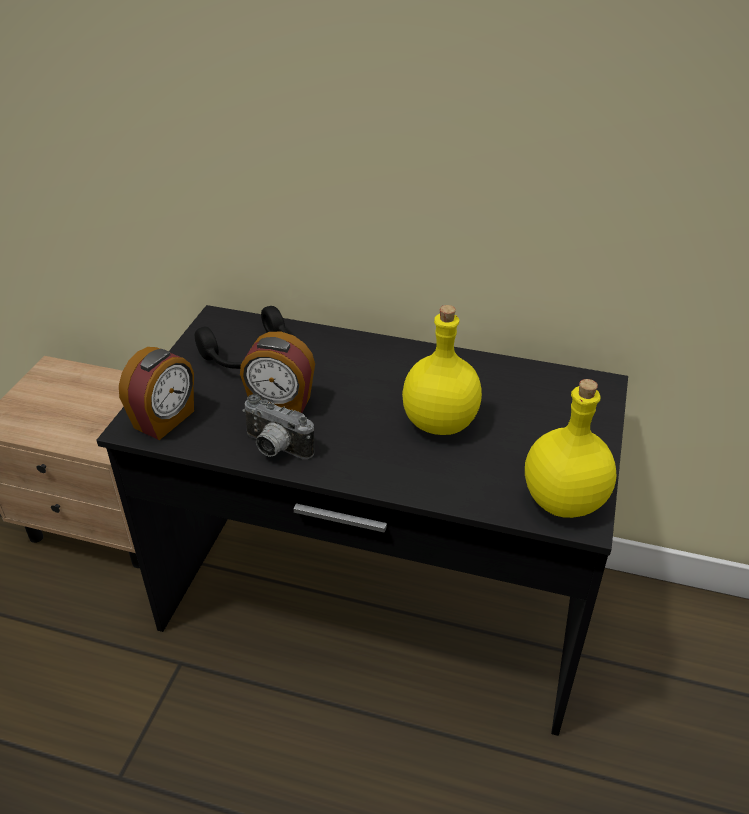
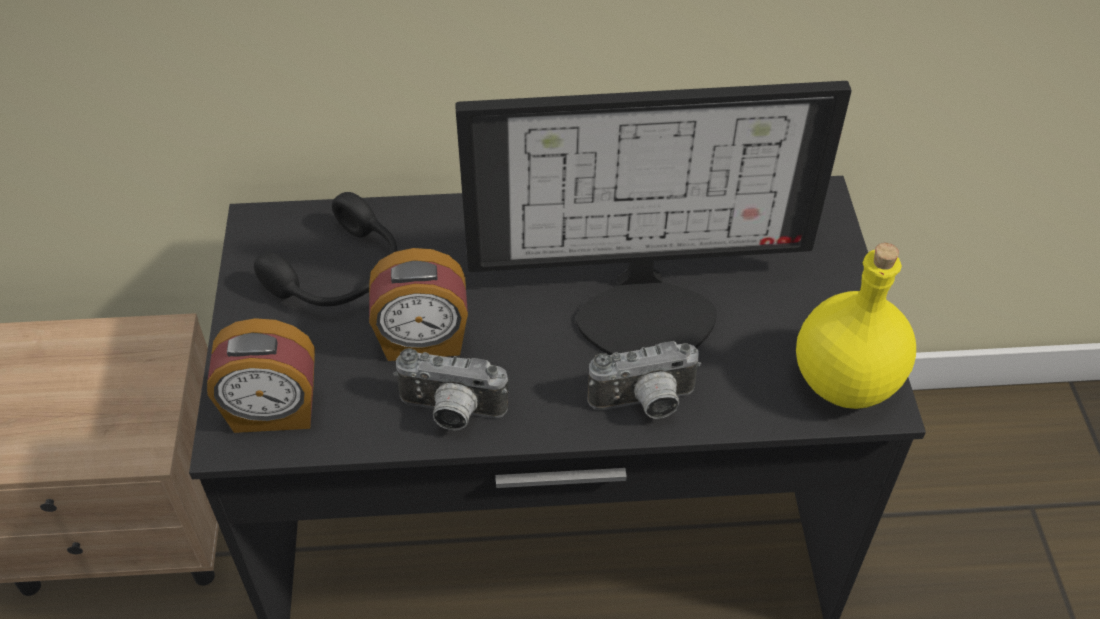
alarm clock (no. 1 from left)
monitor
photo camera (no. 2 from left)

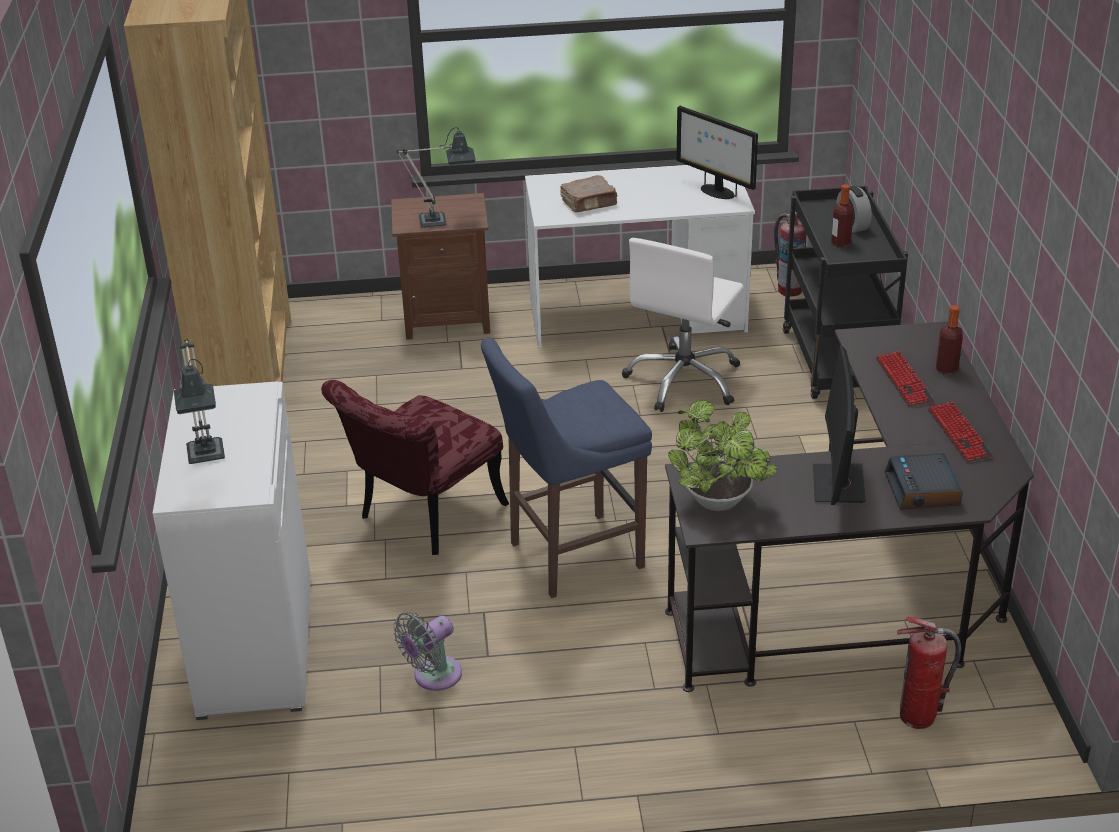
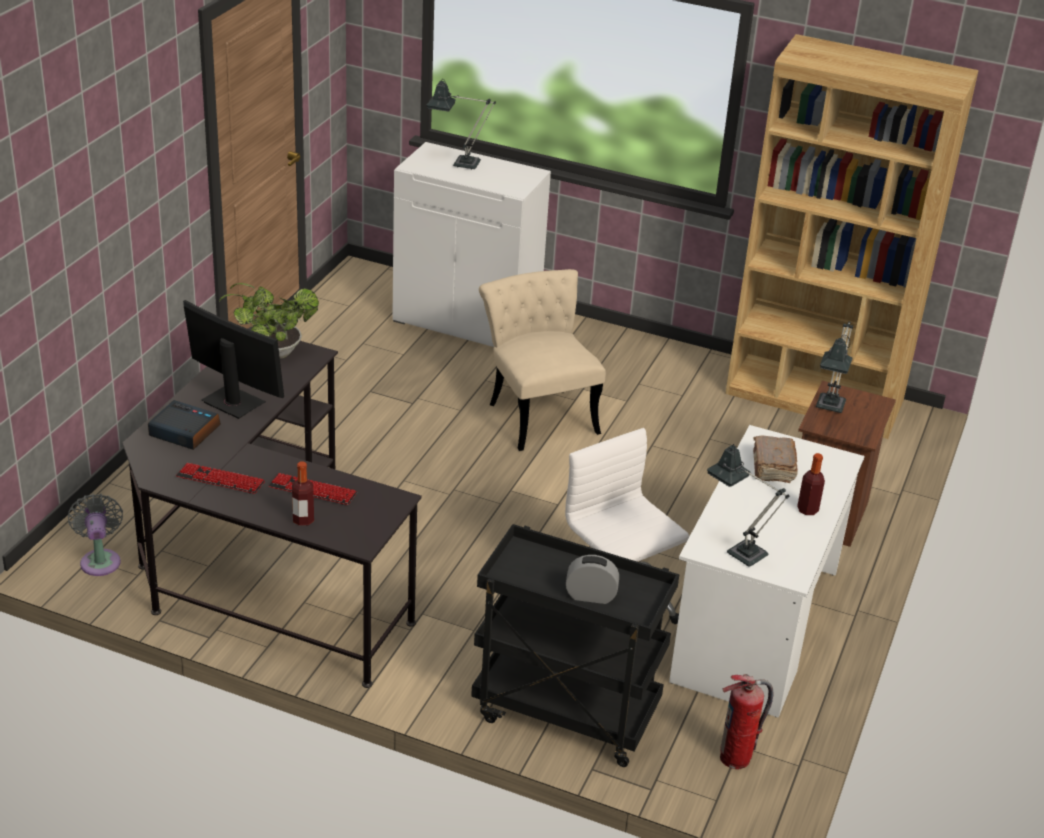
beige chair
grey fan
blue stool
table lamp (no. 2 from left)
bottle (no. 2 from left)
fire extinguisher (no. 2 from left in the first image)

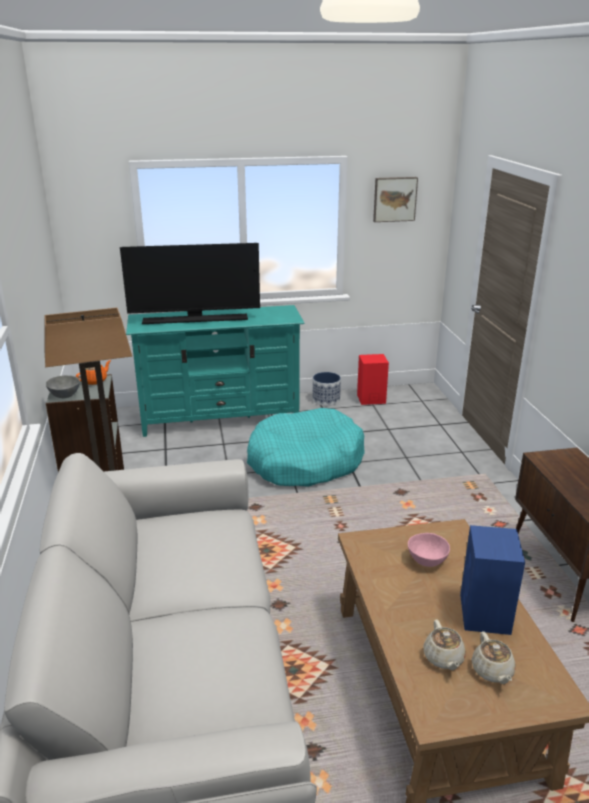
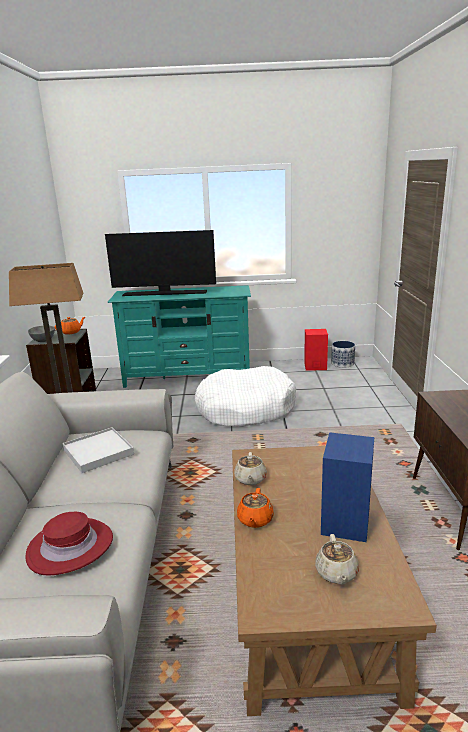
white dog bed
planter
picture
pink bowl
beige teapot (no. 1 from left)
red hat
white tray
orange teapot (no. 2 from left)

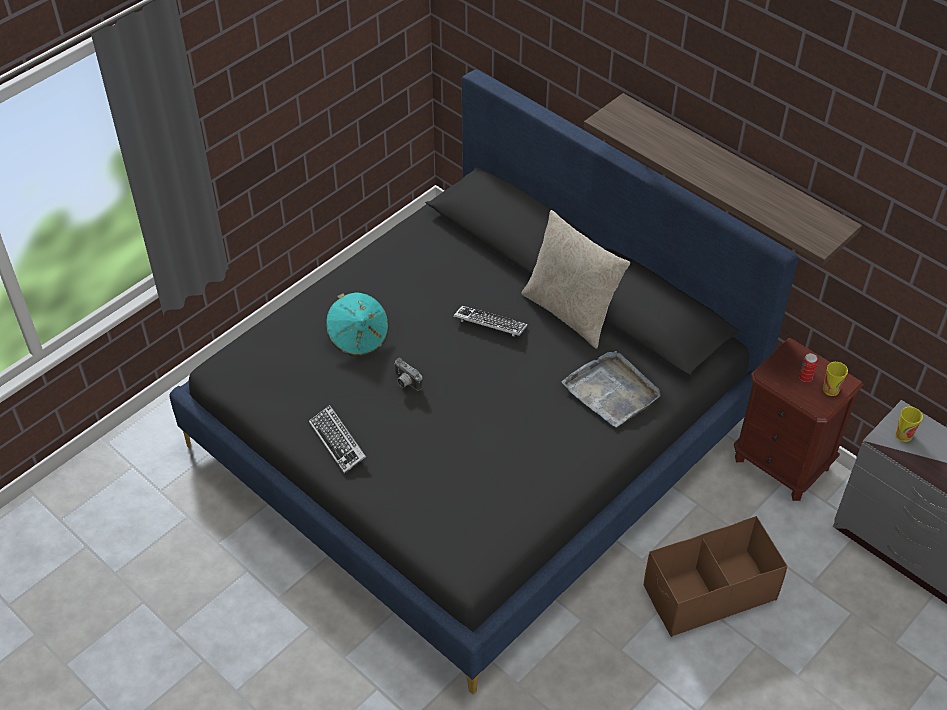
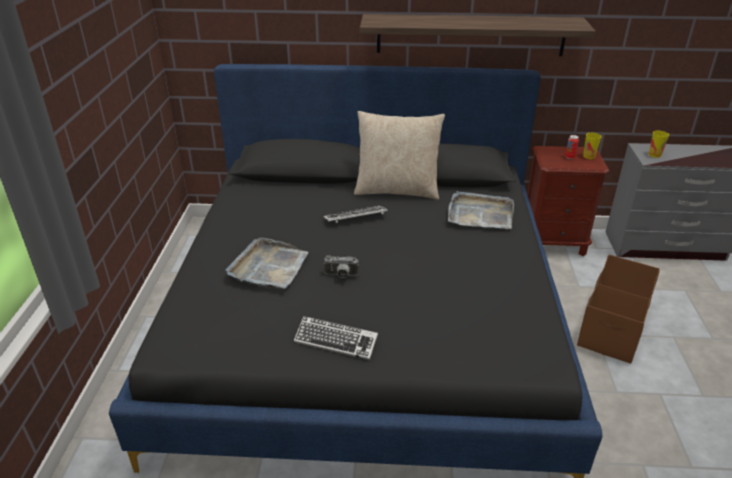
grey tray (no. 1 from left)

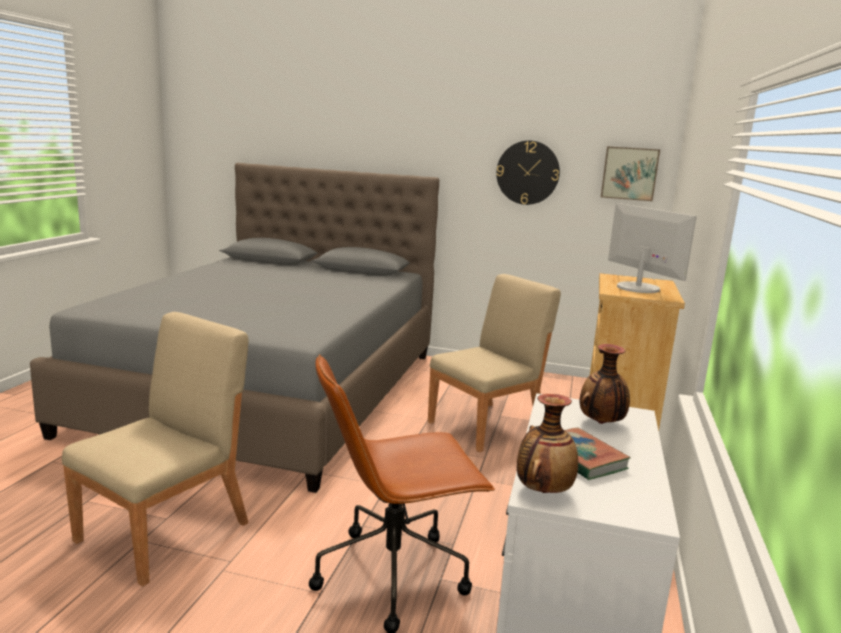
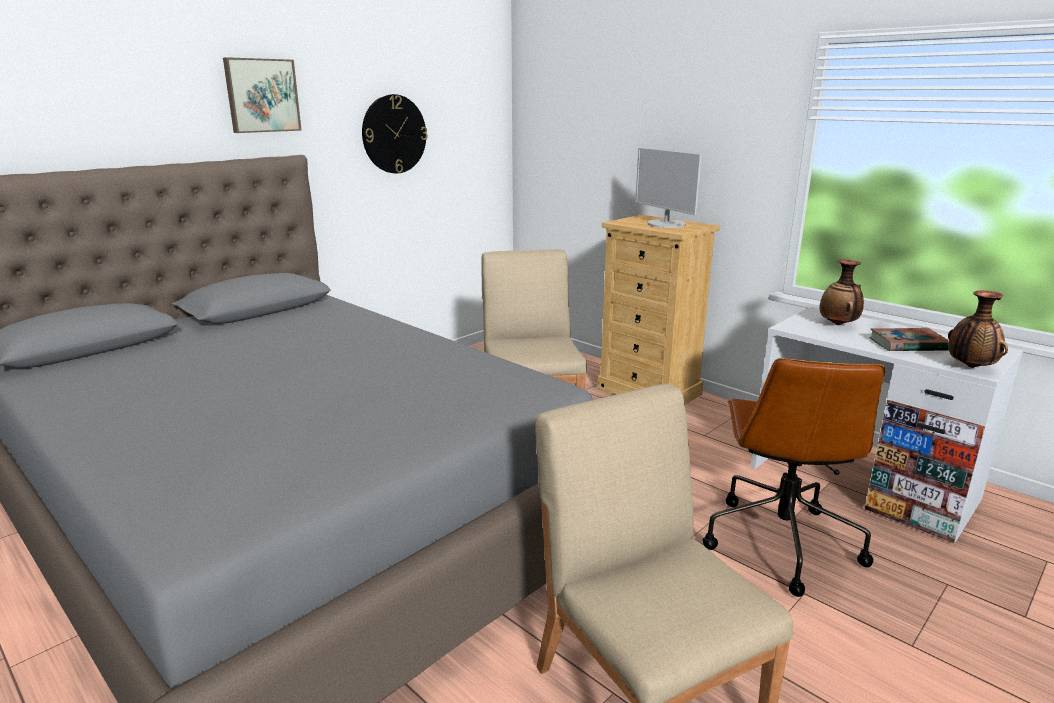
picture
monitor

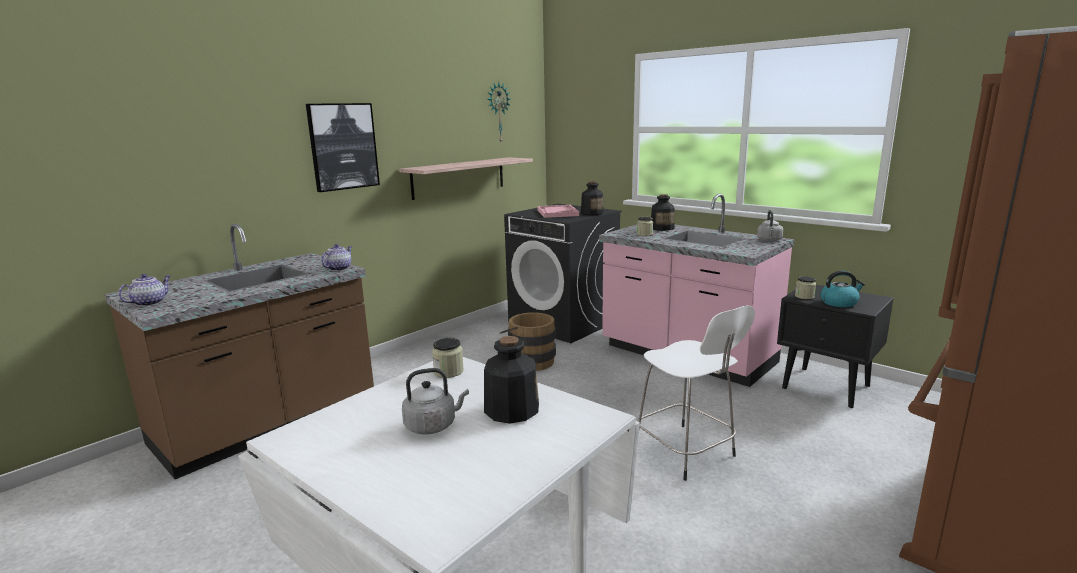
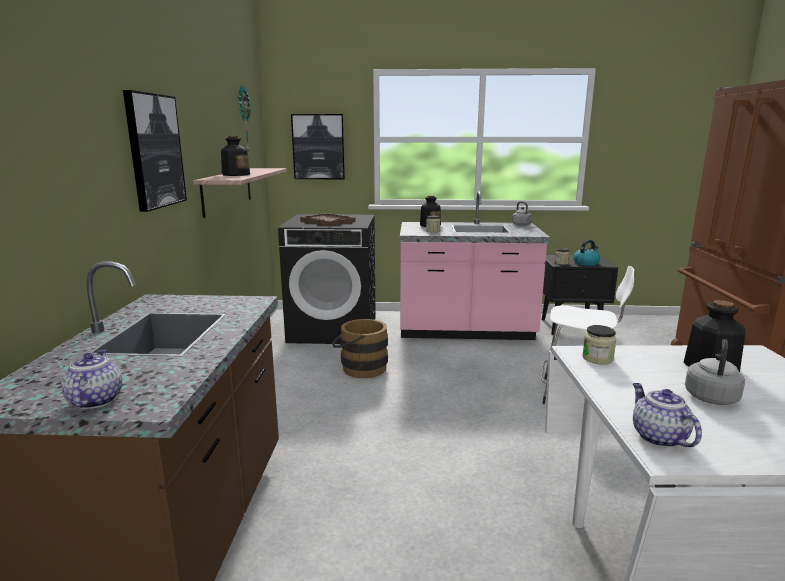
teapot (no. 2 from left)
brown tray
bottle (no. 1 from left)
picture (no. 2 from left)

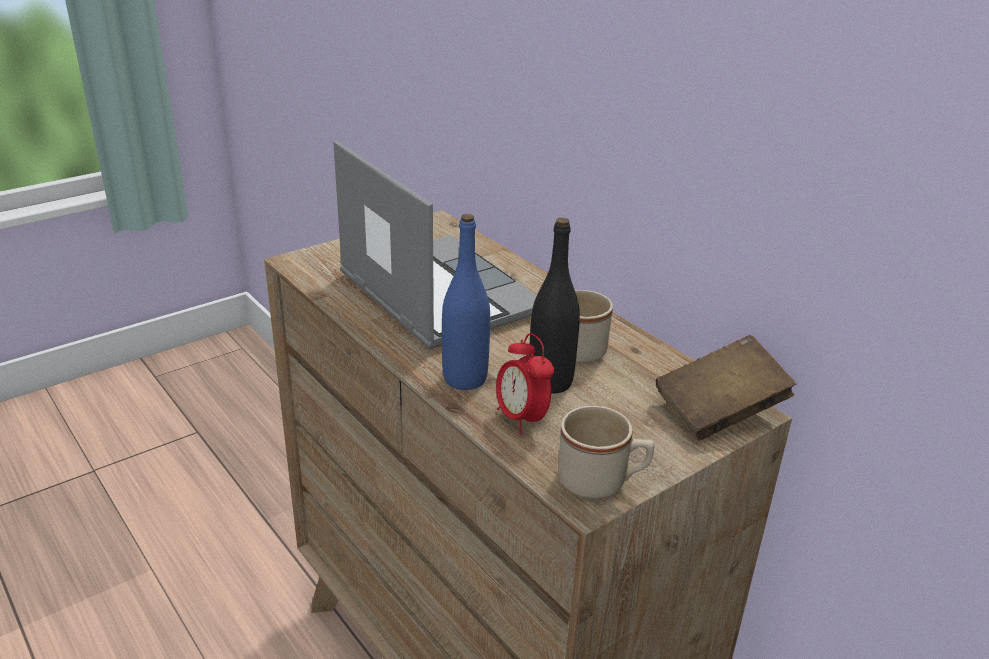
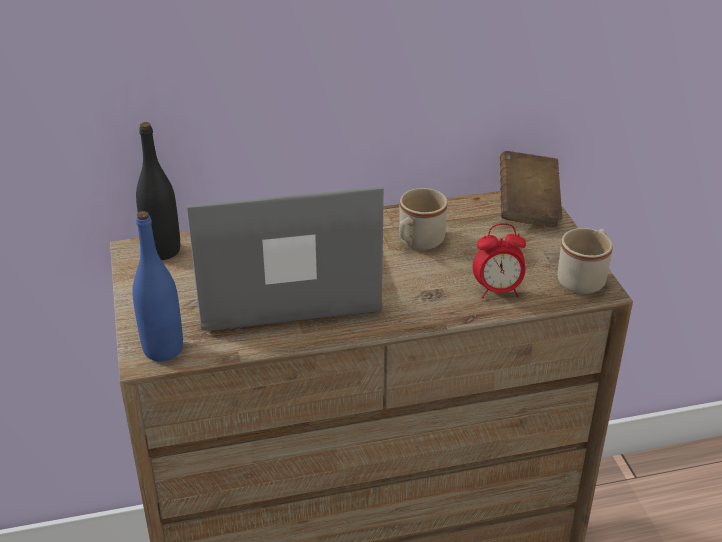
blue bottle
black bottle

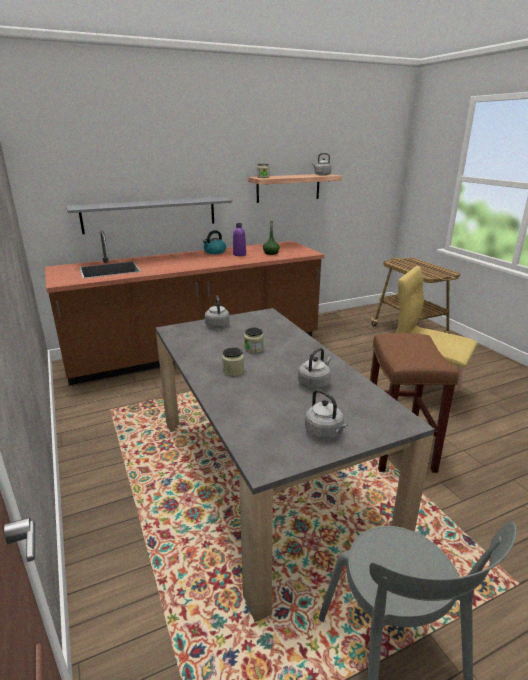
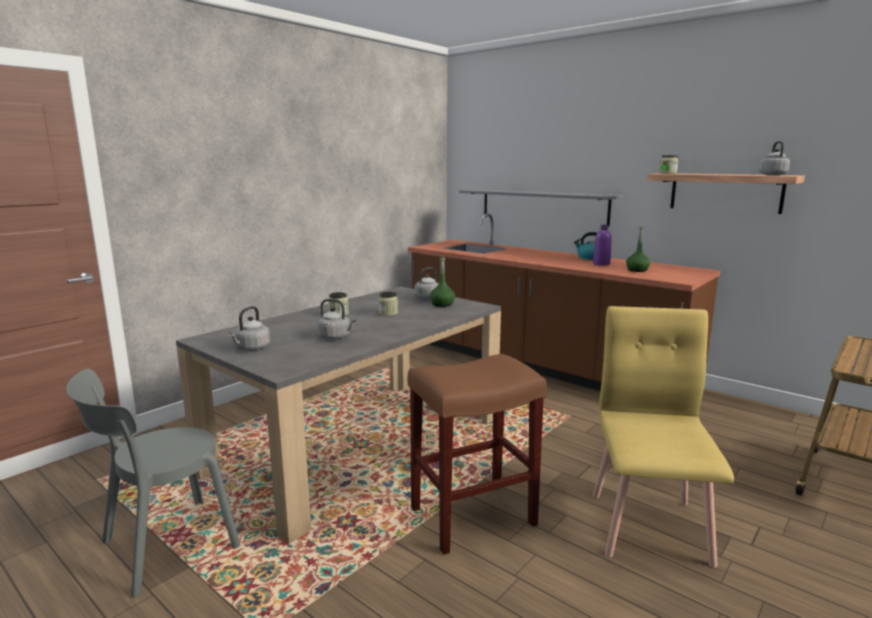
green bottle (no. 1 from left)

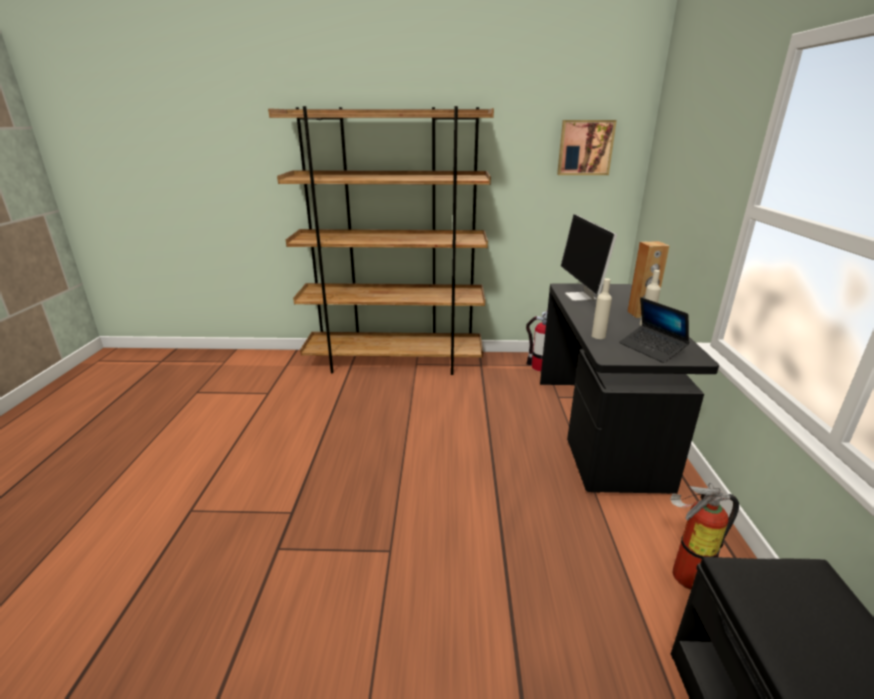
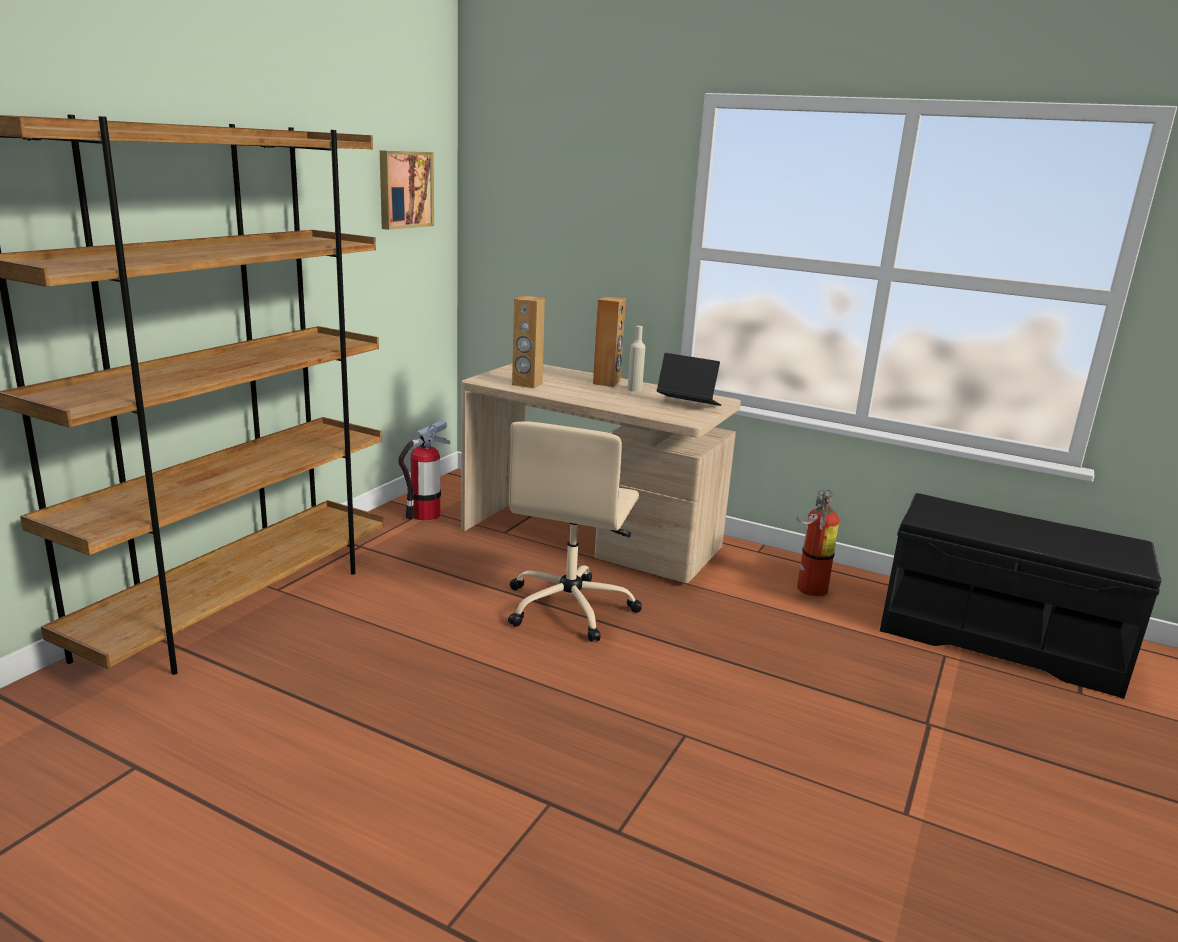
beige desk
brown speaker (no. 1 from left)
beige bottle (no. 1 from left in the first image)
laptop
beige office chair

